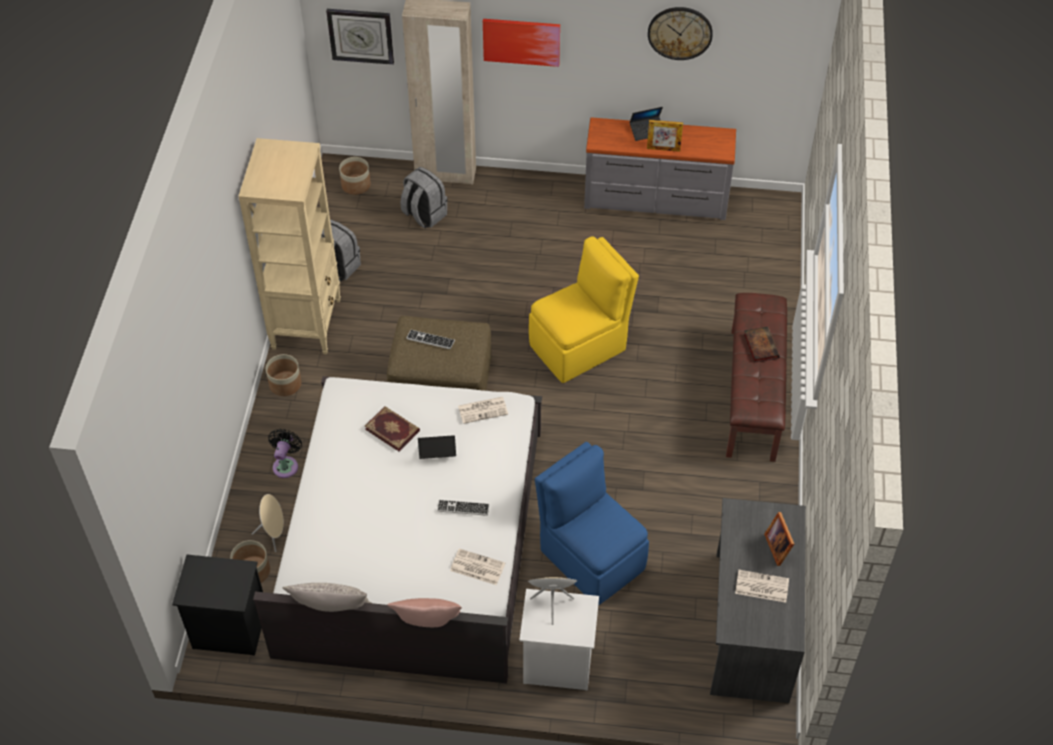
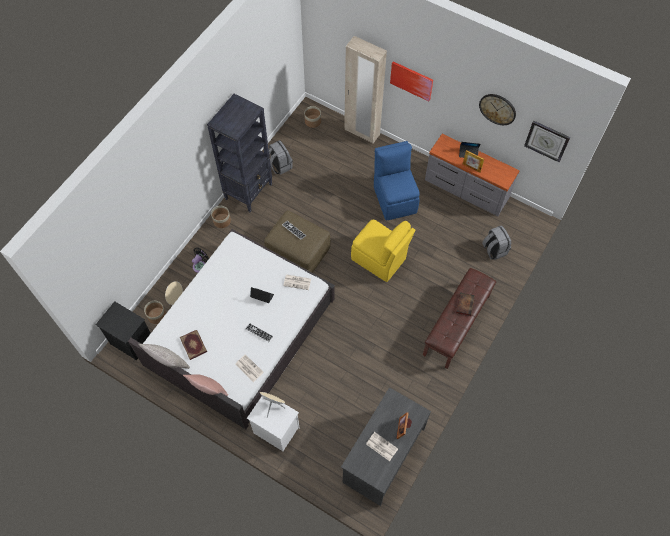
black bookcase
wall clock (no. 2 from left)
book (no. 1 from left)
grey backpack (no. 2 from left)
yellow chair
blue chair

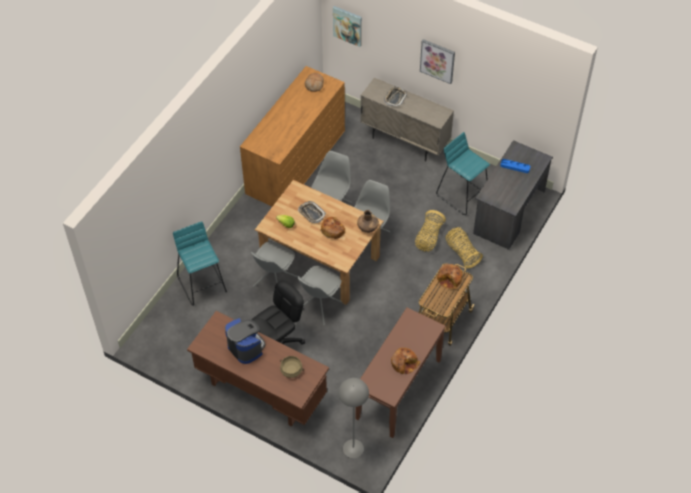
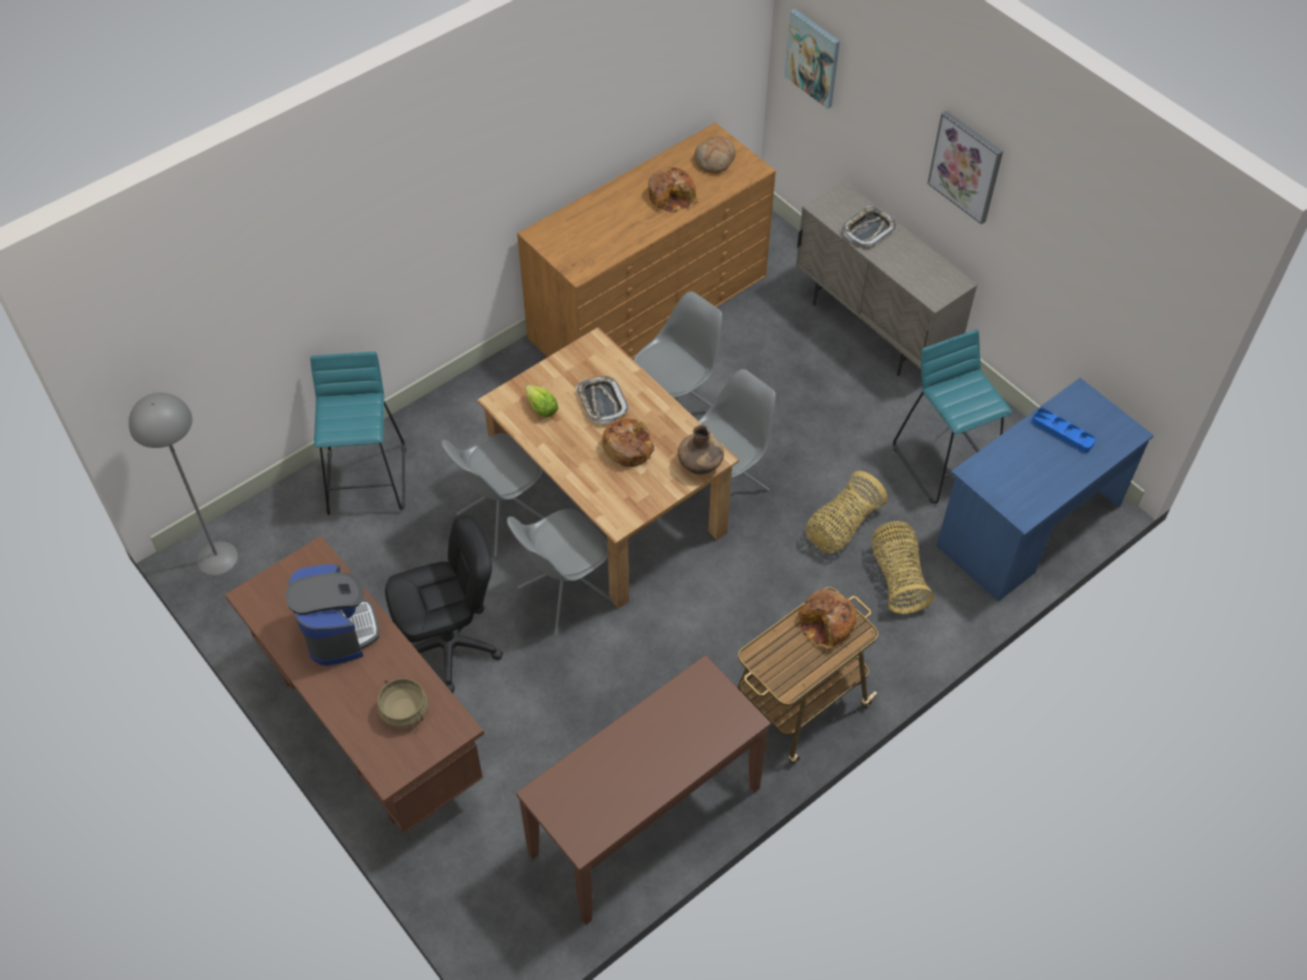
grey floor lamp
bread (no. 2 from left)
blue desk

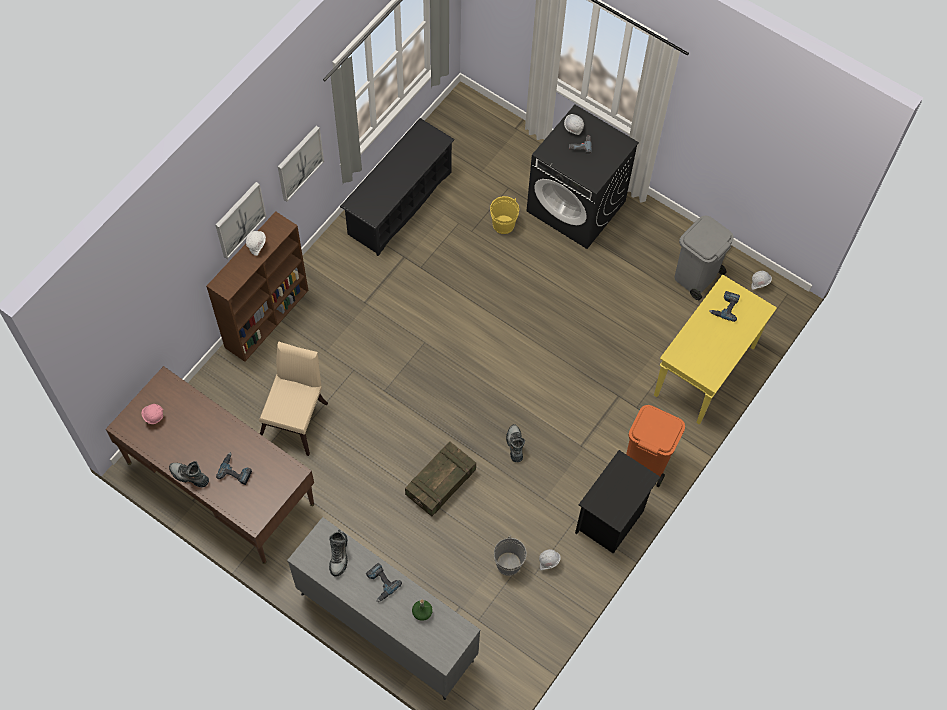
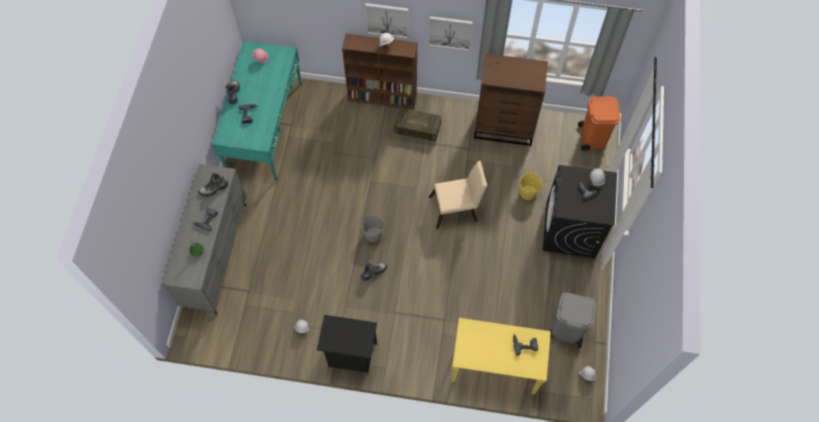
turquoise desk
beige chair
brown dresser
crate
grey bucket
orange trash can

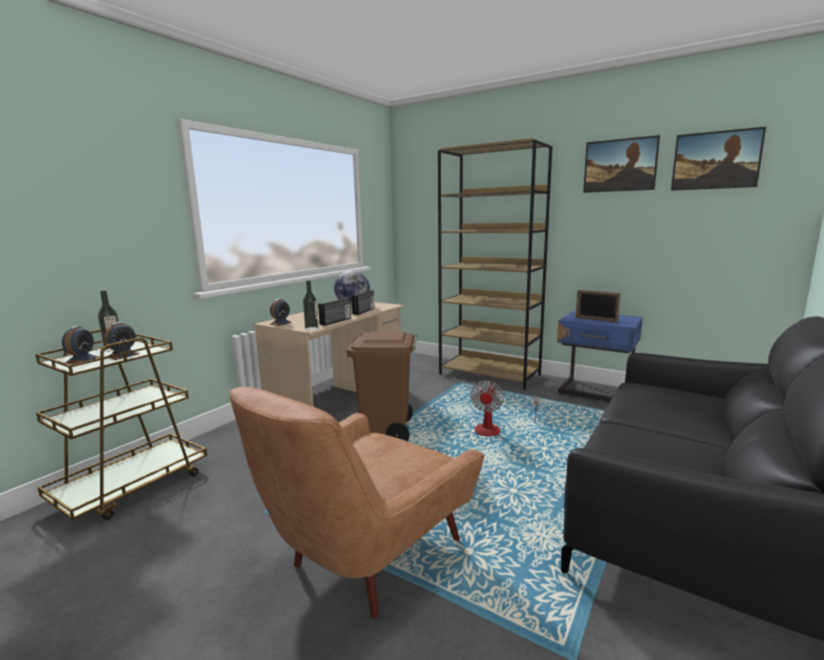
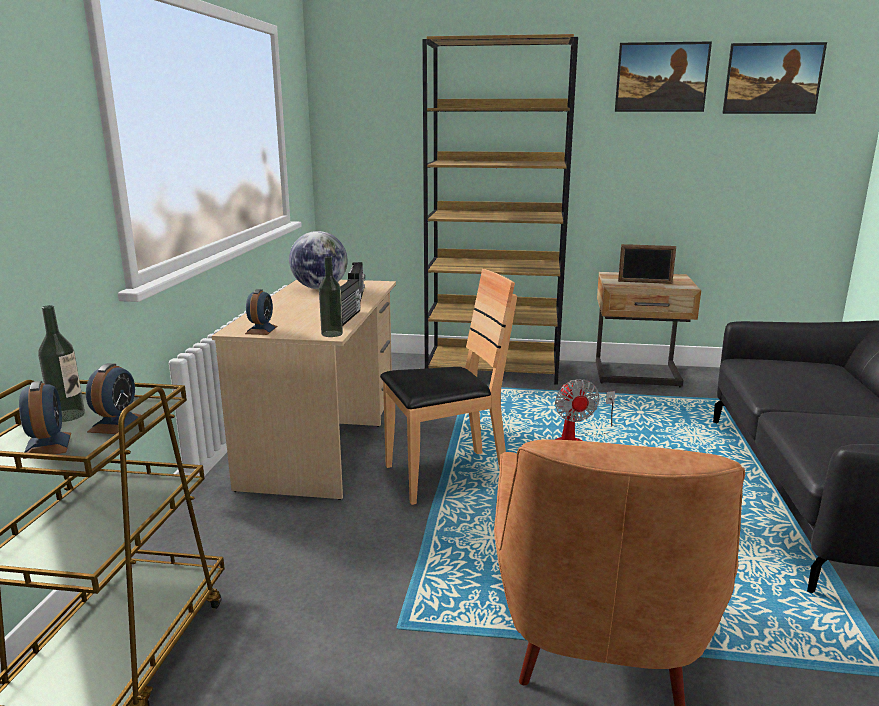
brown chair
beige nightstand

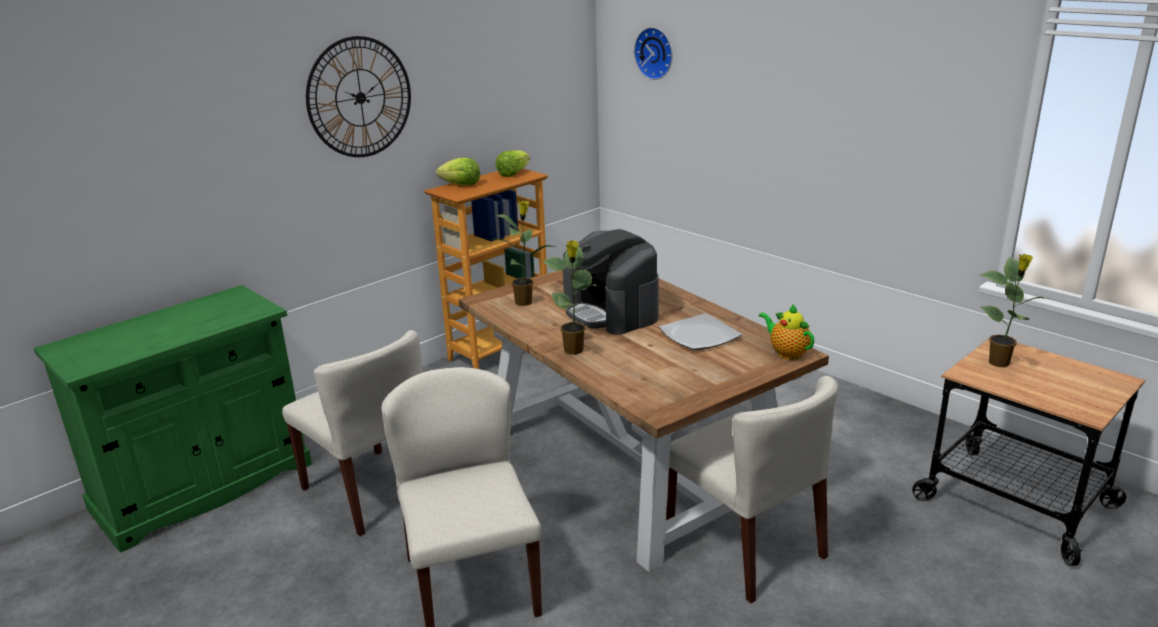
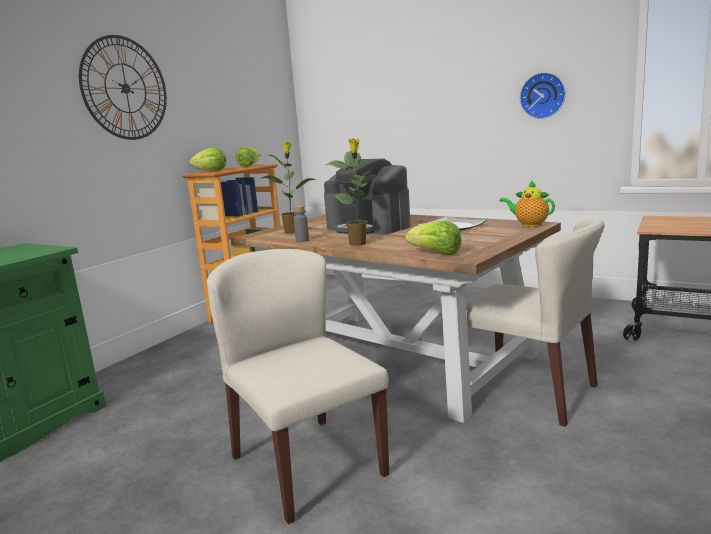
beige chair (no. 1 from left in the first image)
wall clock (no. 2 from left)
potted plant (no. 3 from left in the first image)
grey bottle
lettuce (no. 3 from left)

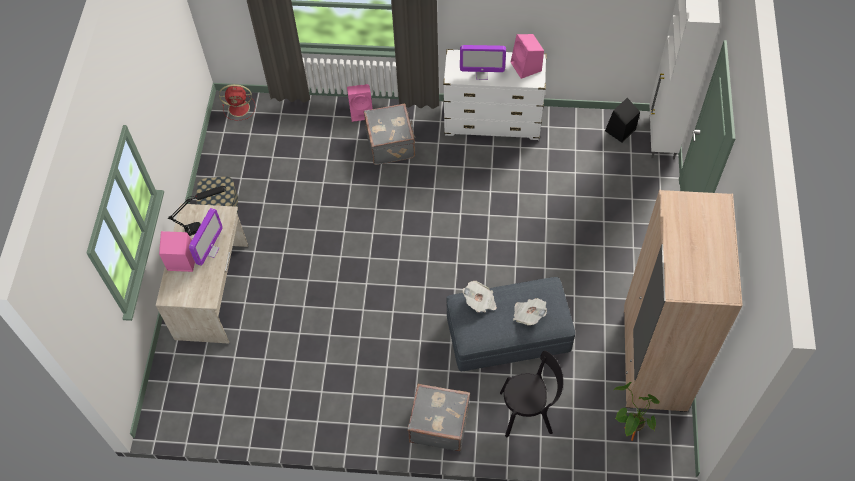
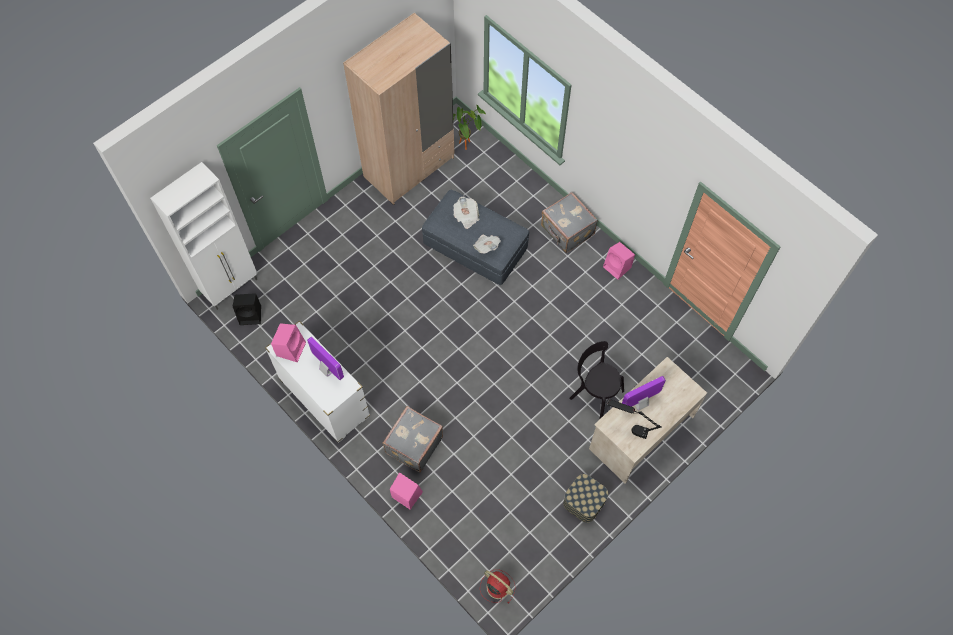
pink speaker (no. 3 from left)
black chair

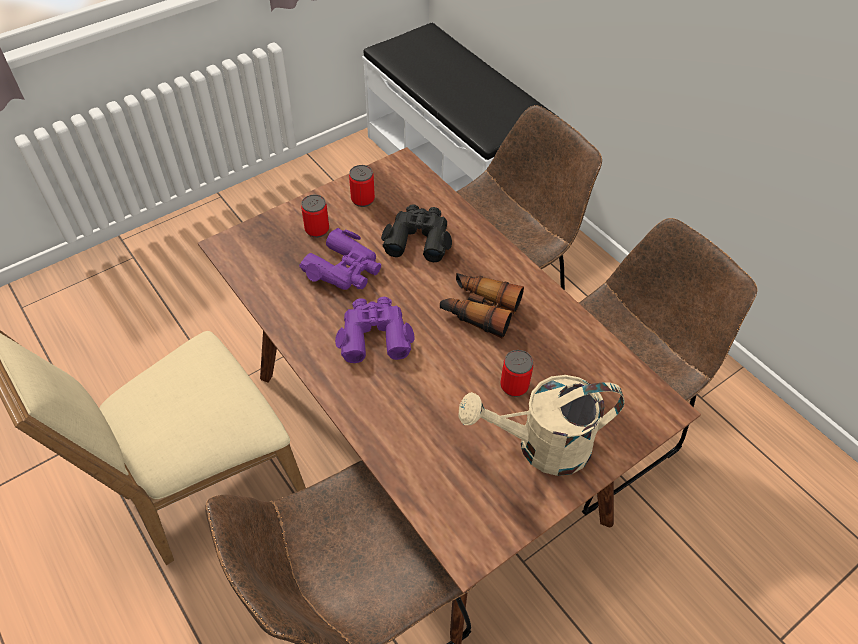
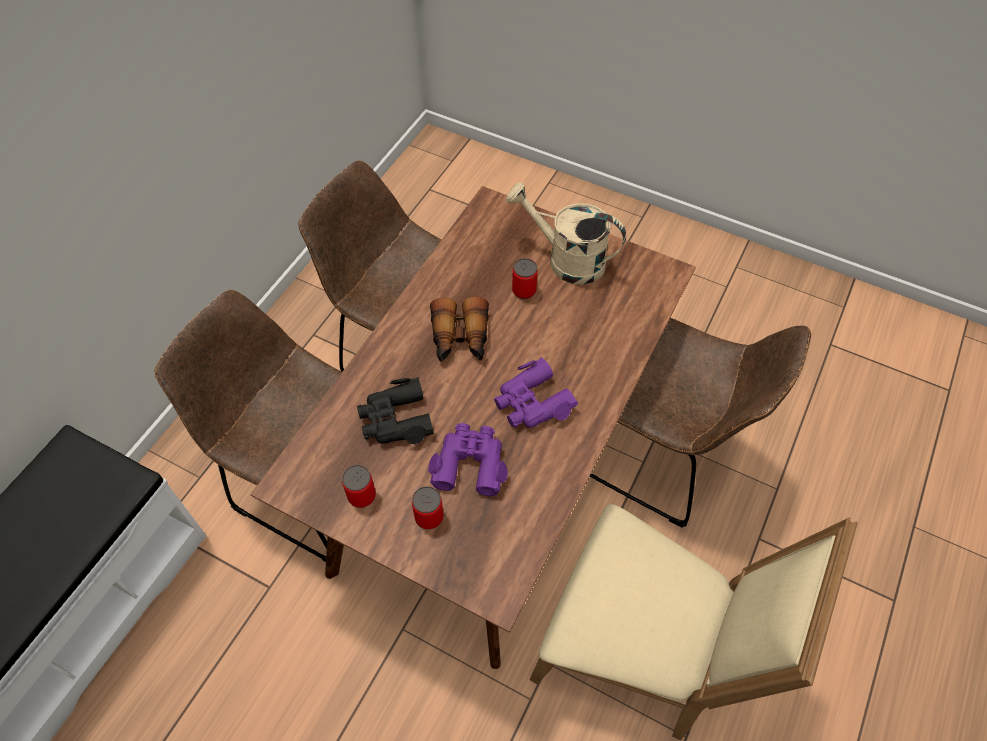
beige watering can

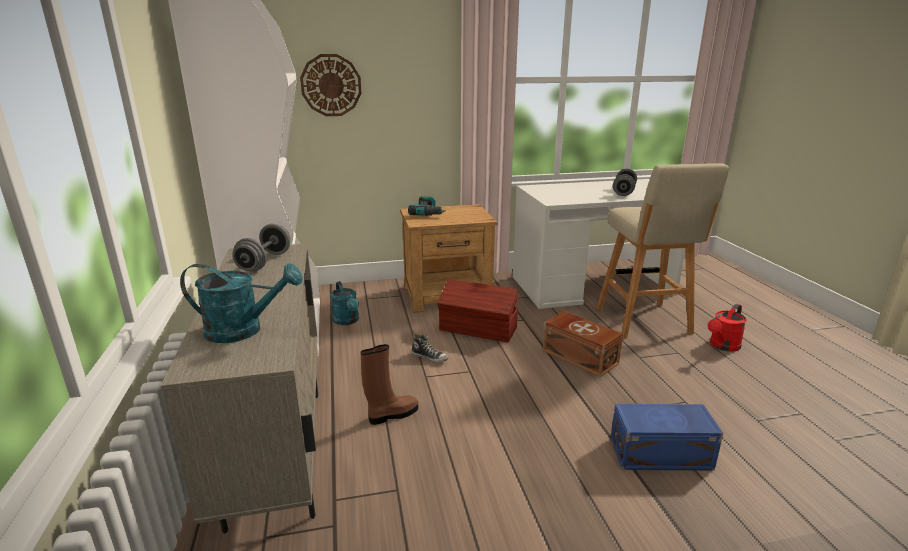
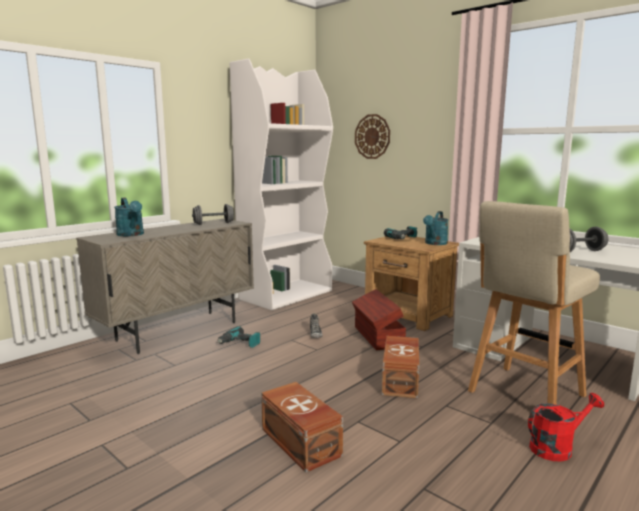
turquoise watering can (no. 2 from left)
power drill (no. 1 from left)
brown storage box (no. 1 from left)
red watering can

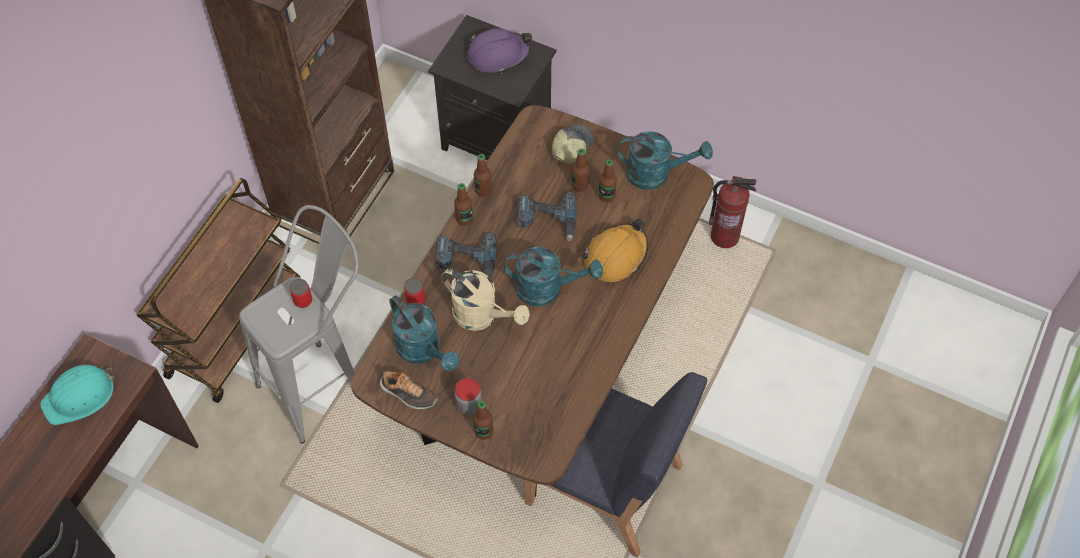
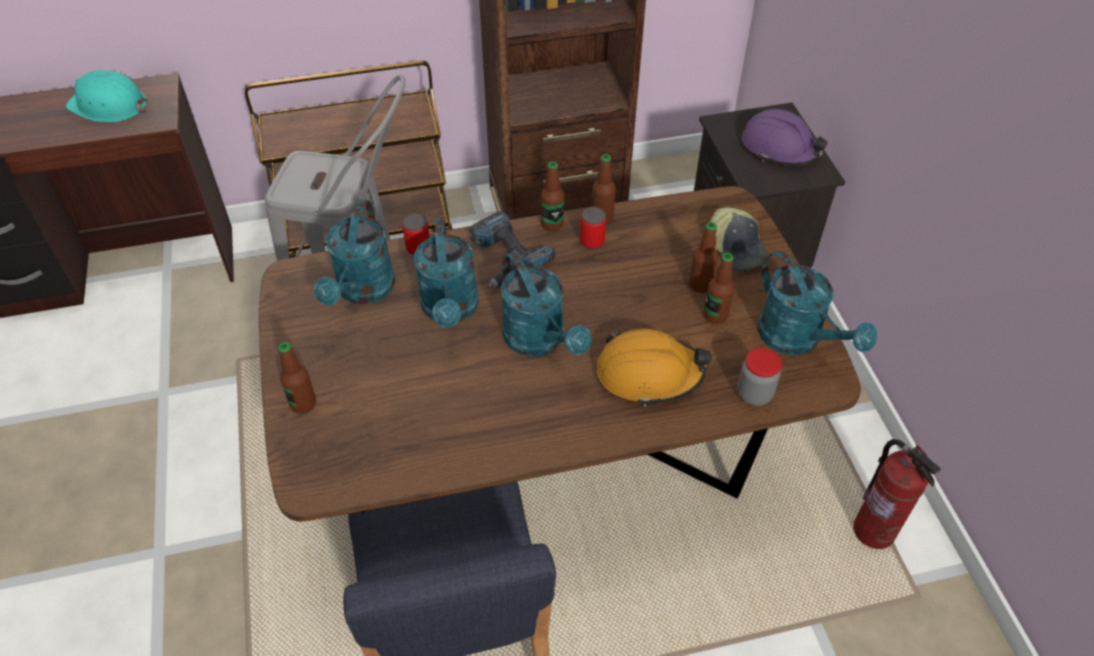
can (no. 2 from left)
shoe
turquoise watering can (no. 2 from left)
jar
power drill (no. 2 from left in the first image)
cap

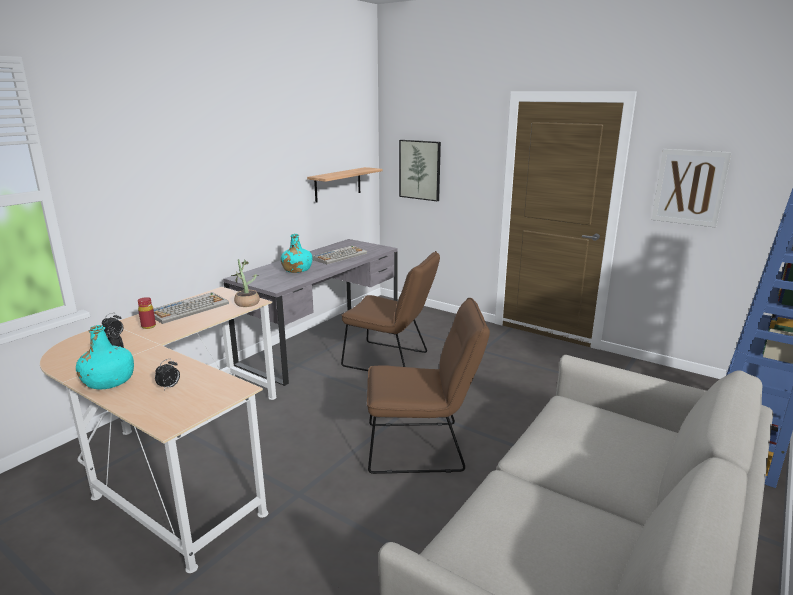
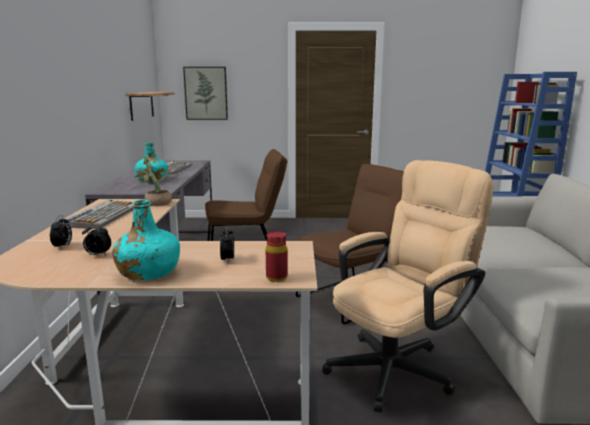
red bottle
picture (no. 2 from left in the first image)
beige office chair

